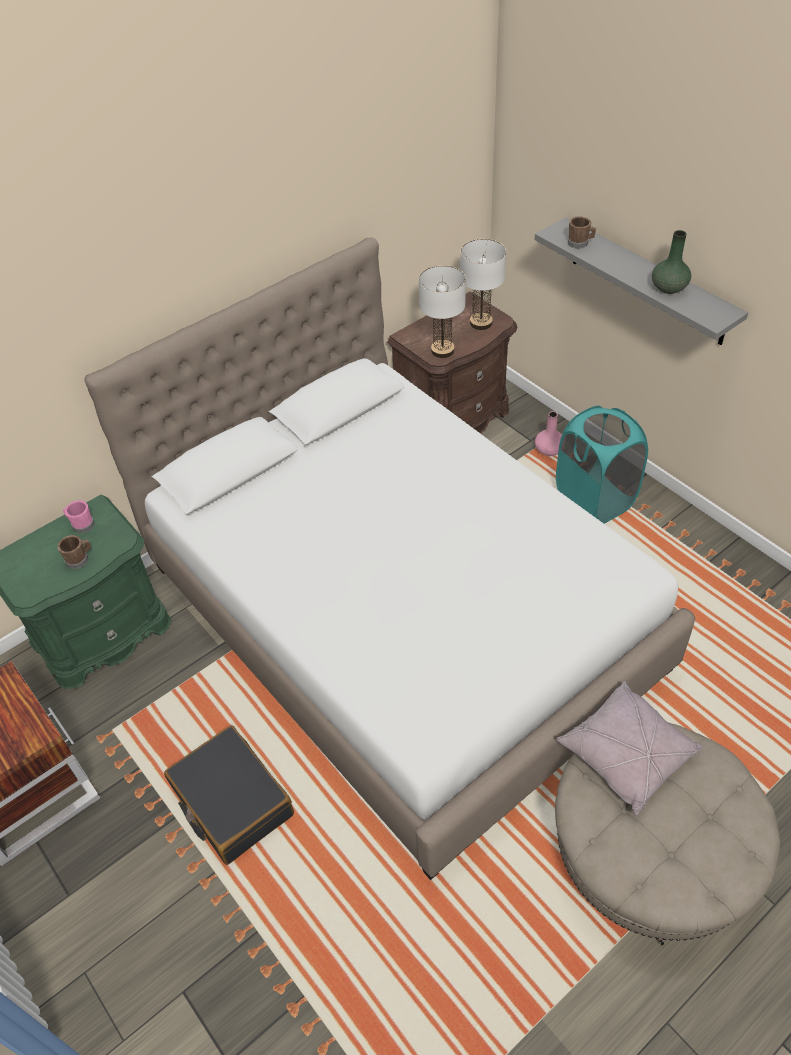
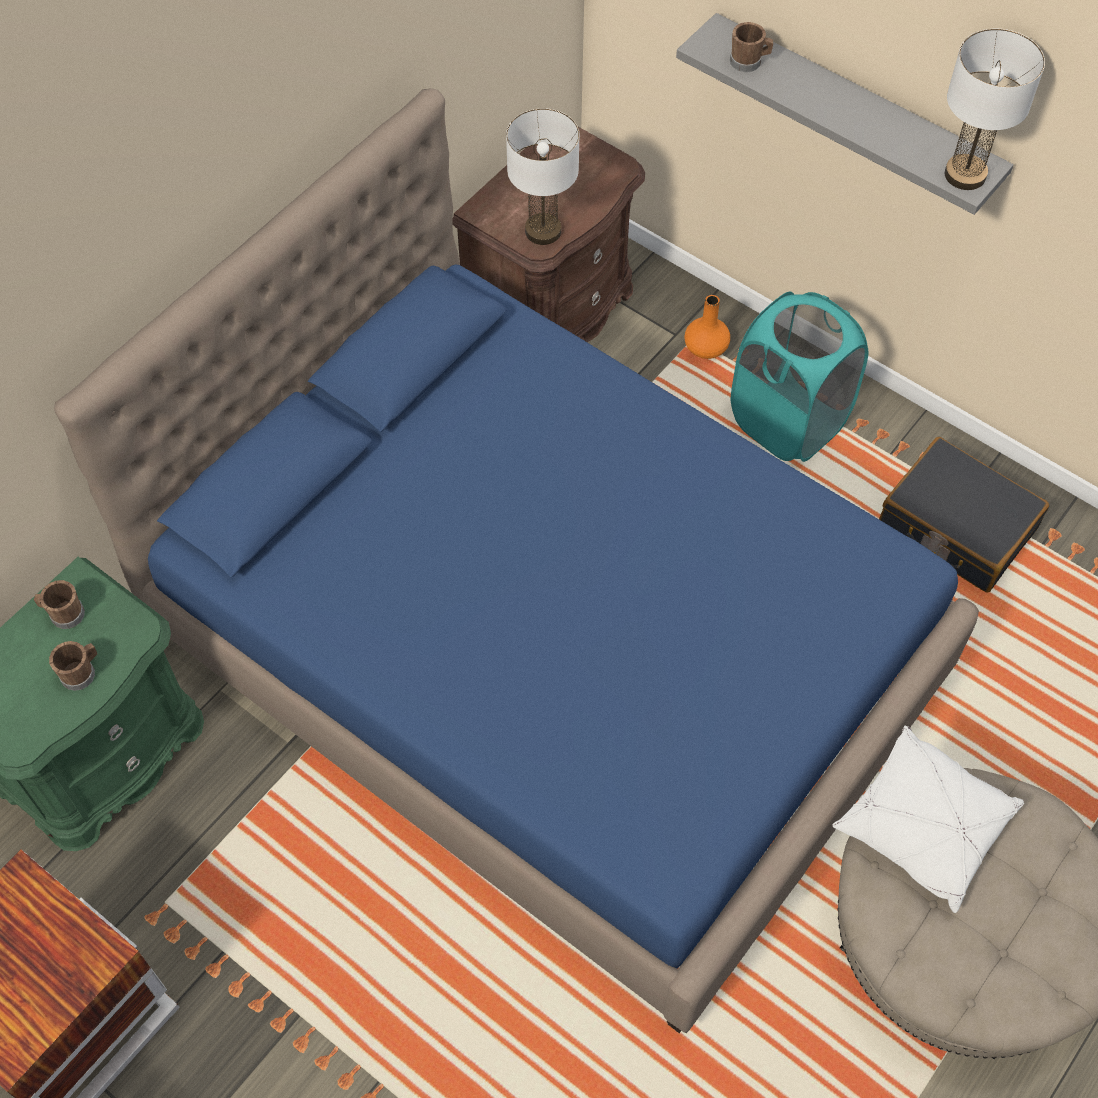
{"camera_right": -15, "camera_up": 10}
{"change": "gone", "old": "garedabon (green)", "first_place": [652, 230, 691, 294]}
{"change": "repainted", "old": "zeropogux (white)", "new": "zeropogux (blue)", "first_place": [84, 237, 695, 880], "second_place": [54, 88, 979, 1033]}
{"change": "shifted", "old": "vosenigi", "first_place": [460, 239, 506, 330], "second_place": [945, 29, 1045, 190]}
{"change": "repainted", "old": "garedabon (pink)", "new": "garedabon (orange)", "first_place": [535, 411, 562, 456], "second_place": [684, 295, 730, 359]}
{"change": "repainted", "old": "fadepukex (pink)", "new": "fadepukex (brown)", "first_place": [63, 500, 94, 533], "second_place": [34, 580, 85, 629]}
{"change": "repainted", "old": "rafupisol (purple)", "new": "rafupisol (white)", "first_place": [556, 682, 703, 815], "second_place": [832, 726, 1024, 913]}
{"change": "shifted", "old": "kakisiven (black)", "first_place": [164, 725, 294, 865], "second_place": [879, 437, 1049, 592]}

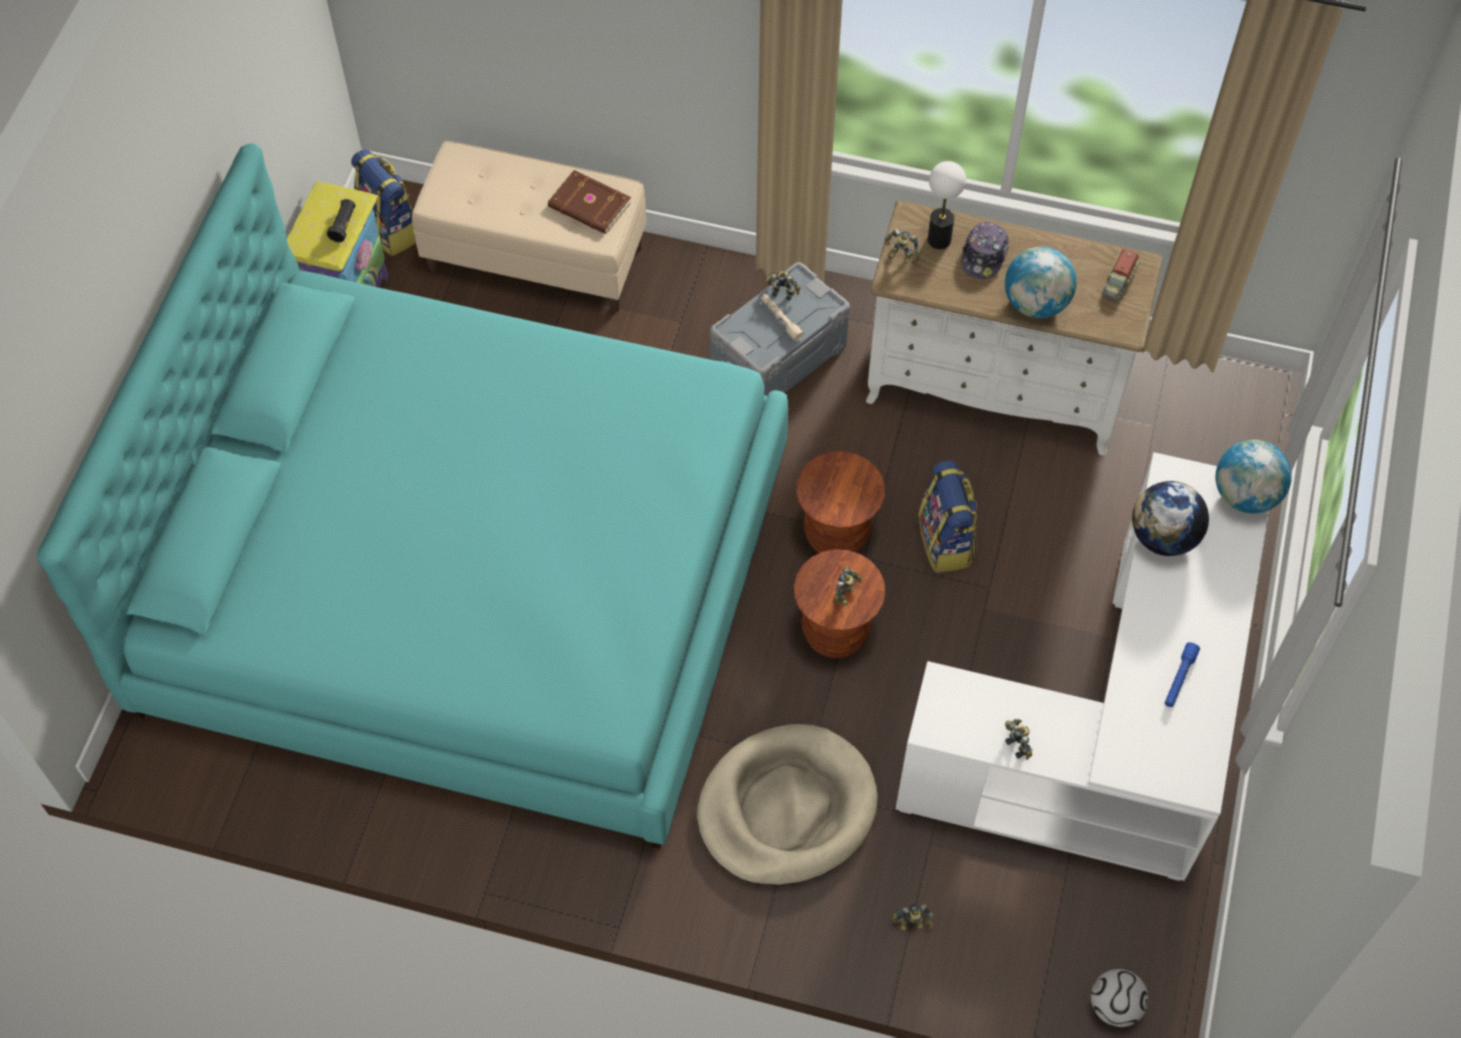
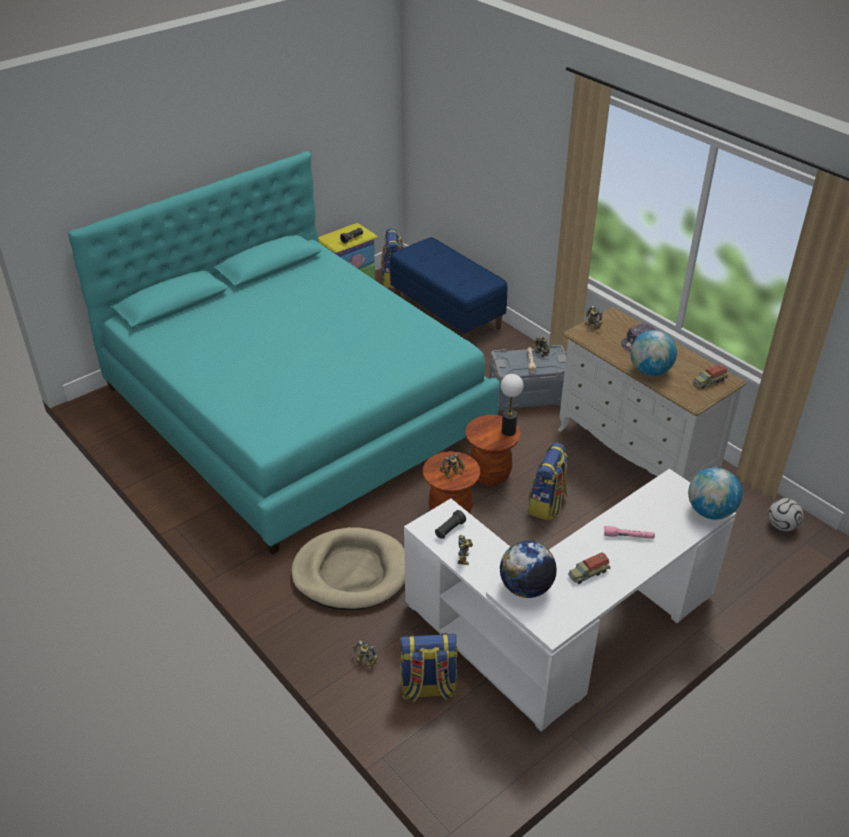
{"camera_right": 35, "camera_up": -20}
{"change": "repainted", "old": "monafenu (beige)", "new": "monafenu (blue)", "first_place": [412, 141, 646, 313], "second_place": [390, 237, 508, 341]}
{"change": "shifted", "old": "vosenigi", "first_place": [928, 161, 966, 249], "second_place": [501, 374, 524, 436]}
{"change": "gone", "old": "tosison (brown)", "first_place": [548, 170, 631, 234]}
{"change": "shifted", "old": "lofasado", "first_place": [1132, 481, 1209, 556], "second_place": [500, 541, 557, 598]}
{"change": "swapped", "old": "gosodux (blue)", "new": "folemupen", "first_place": [1165, 642, 1200, 707], "second_place": [568, 552, 610, 584]}
{"change": "shifted", "old": "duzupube", "first_place": [1091, 969, 1149, 1027], "second_place": [768, 498, 803, 531]}
{"change": "new", "new": "gosodux (black)", "second_place": [435, 510, 466, 539]}
{"change": "new", "new": "gosodux (pink)", "second_place": [604, 526, 655, 539]}
{"change": "new", "new": "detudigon", "second_place": [400, 633, 458, 702]}

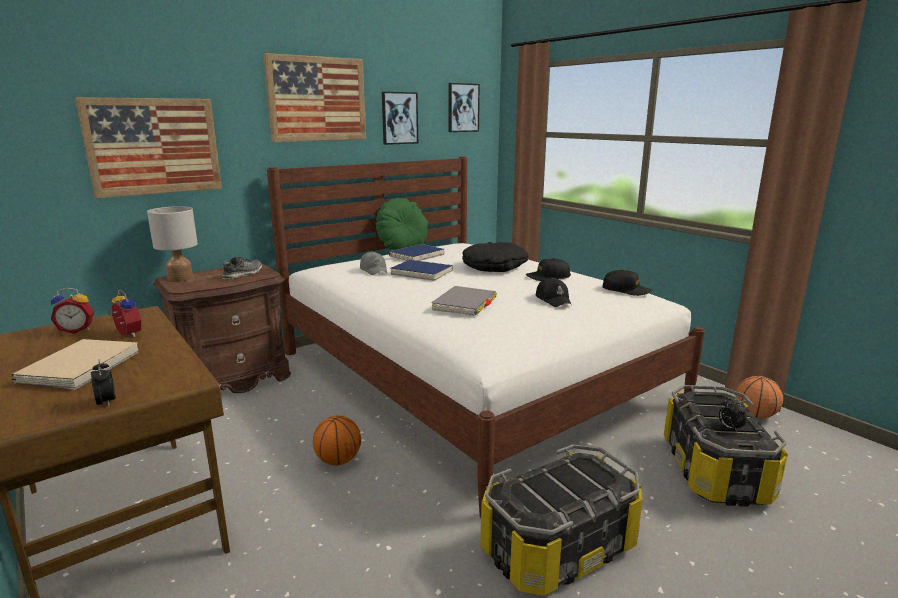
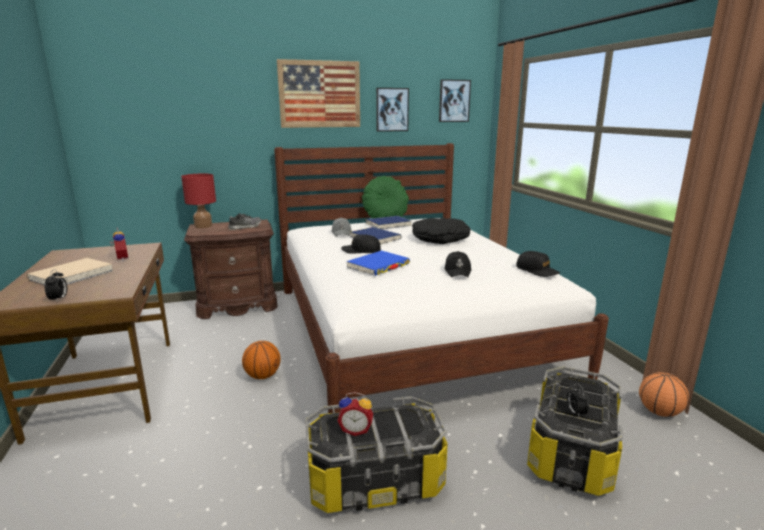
{"camera_right": 20, "camera_up": 0}
{"change": "gone", "old": "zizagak", "first_place": [75, 97, 222, 198]}
{"change": "repainted", "old": "vosenigi (grey)", "new": "vosenigi (red)", "first_place": [147, 206, 198, 282], "second_place": [181, 173, 216, 228]}
{"change": "shifted", "old": "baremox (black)", "first_place": [526, 258, 571, 281], "second_place": [341, 235, 381, 254]}
{"change": "repainted", "old": "tosison (grey)", "new": "tosison (blue)", "first_place": [431, 286, 497, 316], "second_place": [346, 250, 410, 276]}
{"change": "shifted", "old": "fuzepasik", "first_place": [51, 287, 94, 334], "second_place": [337, 392, 373, 436]}

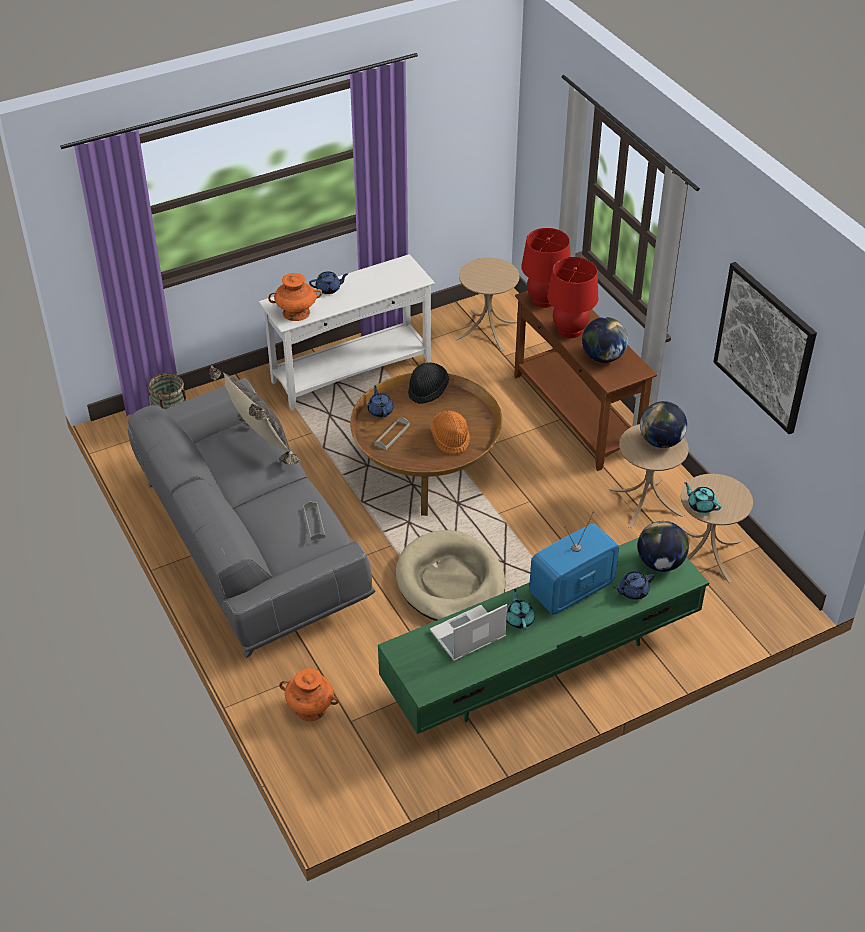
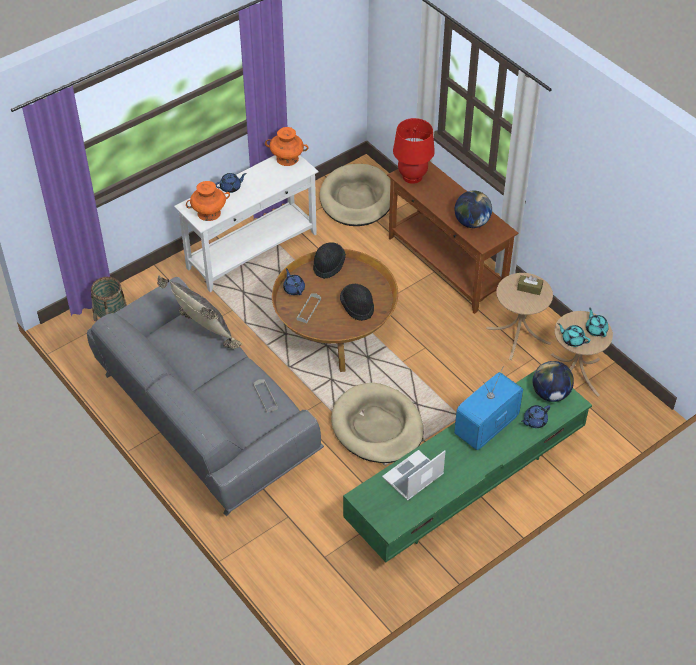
{"camera_right": -10, "camera_up": 5}
{"change": "gone", "old": "vosenigi (red)", "first_place": [547, 257, 598, 338]}
{"change": "swapped", "old": "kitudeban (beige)", "new": "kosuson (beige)", "first_place": [454, 258, 519, 351], "second_place": [320, 164, 391, 226]}
{"change": "gone", "old": "zizagak", "first_place": [713, 262, 817, 434]}
{"change": "swapped", "old": "lofasado", "new": "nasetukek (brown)", "first_place": [640, 401, 687, 448], "second_place": [517, 275, 543, 295]}
{"change": "repainted", "old": "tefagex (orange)", "new": "tefagex (black)", "first_place": [430, 410, 470, 455], "second_place": [340, 284, 374, 321]}
{"change": "shifted", "old": "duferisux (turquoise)", "first_place": [506, 589, 535, 630], "second_place": [586, 307, 609, 337]}
{"change": "shifted", "old": "garedabon (orange)", "first_place": [279, 668, 339, 722], "second_place": [265, 127, 309, 166]}

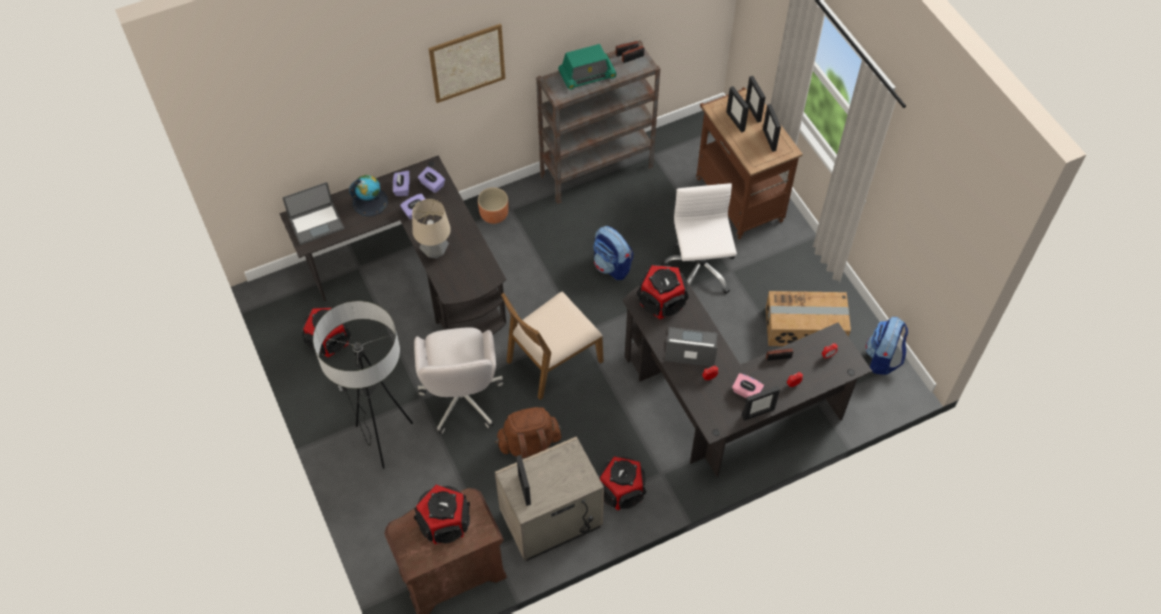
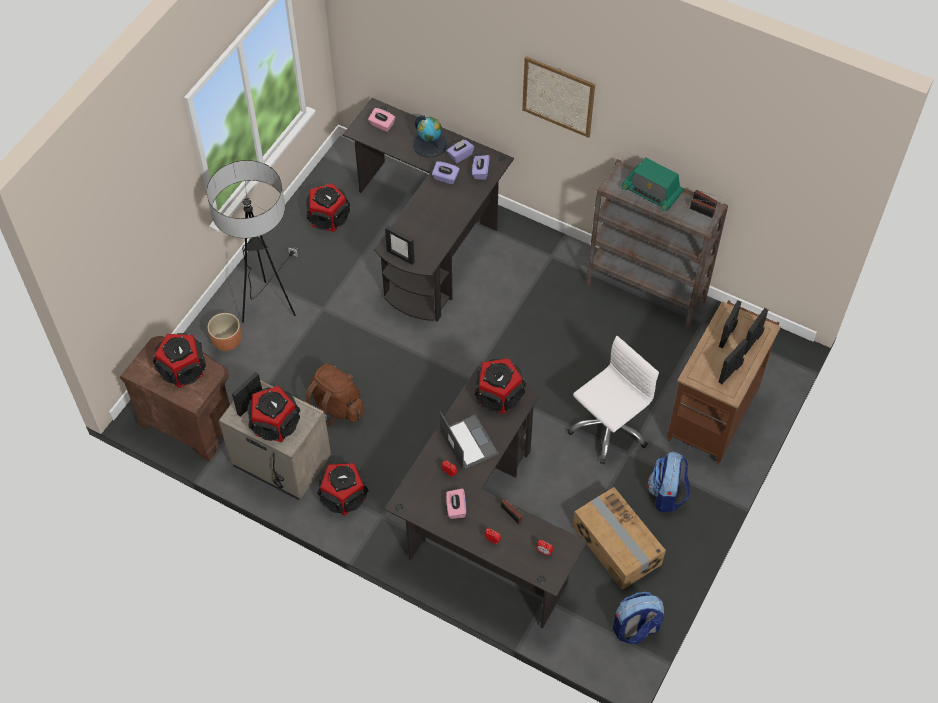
{"camera_right": 55, "camera_up": 0}
{"change": "swapped", "old": "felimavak", "new": "nasetukek (pink)", "first_place": [282, 182, 344, 245], "second_place": [368, 108, 395, 132]}
{"change": "shifted", "old": "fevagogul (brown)", "first_place": [478, 187, 509, 224], "second_place": [207, 313, 242, 351]}
{"change": "gone", "old": "vosenigi", "first_place": [412, 199, 451, 259]}
{"change": "shifted", "old": "detudigon", "first_place": [593, 226, 633, 280], "second_place": [648, 451, 690, 512]}
{"change": "gone", "old": "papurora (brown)", "first_place": [501, 292, 604, 400]}
{"change": "gone", "old": "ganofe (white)", "first_place": [414, 327, 504, 434]}
{"change": "shifted", "old": "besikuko", "first_place": [742, 386, 780, 421], "second_place": [385, 226, 415, 265]}
{"change": "new", "new": "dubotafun", "second_place": [248, 386, 300, 442]}

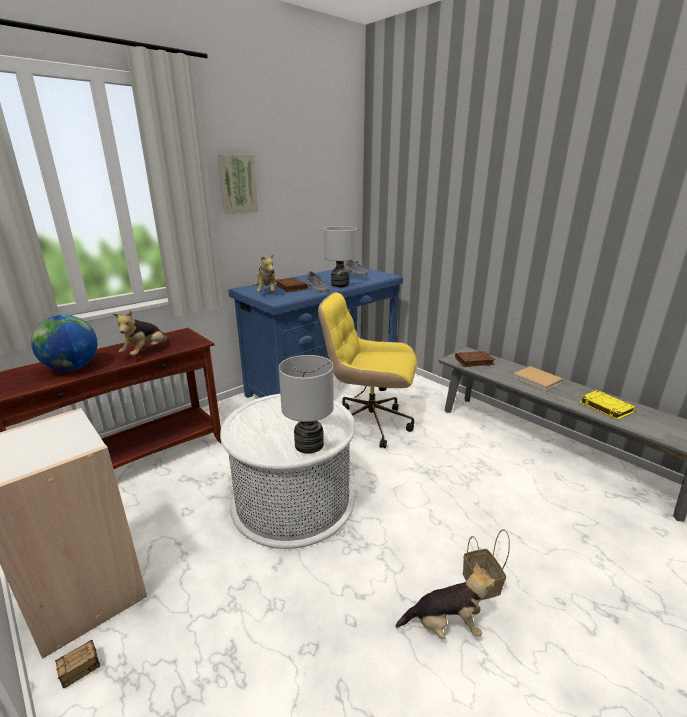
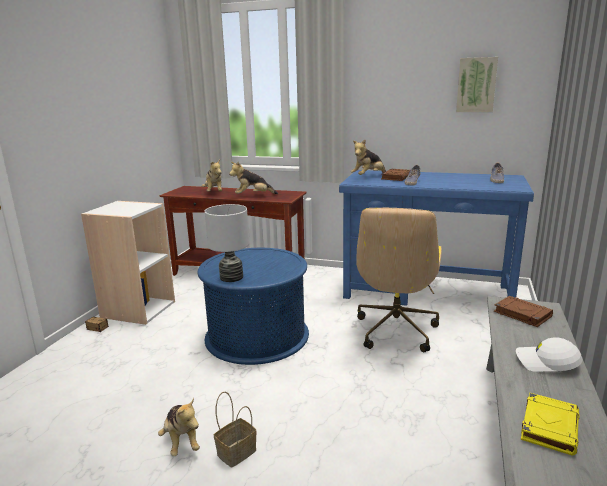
{"camera_right": 60, "camera_up": -5}
{"change": "shifted", "old": "zizagak", "first_place": [218, 154, 258, 214], "second_place": [456, 57, 498, 112]}
{"change": "gone", "old": "vosenigi (grey)", "first_place": [324, 226, 357, 287]}
{"change": "rotated", "old": "ganofe (yellow)", "first_place": [318, 292, 417, 448], "second_place": [356, 208, 442, 353], "degrees": -150}
{"change": "swapped", "old": "lofasado", "new": "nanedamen", "first_place": [31, 315, 98, 371], "second_place": [202, 160, 222, 192]}
{"change": "swapped", "old": "tosison (beige)", "new": "baremox (white)", "first_place": [513, 366, 563, 391], "second_place": [516, 337, 583, 371]}
{"change": "repainted", "old": "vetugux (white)", "new": "vetugux (blue)", "first_place": [220, 394, 355, 549], "second_place": [197, 248, 309, 365]}

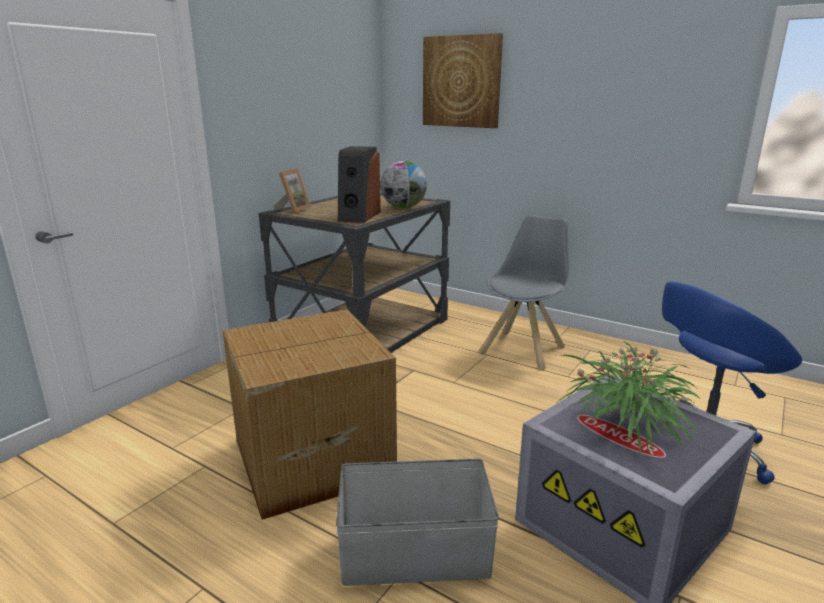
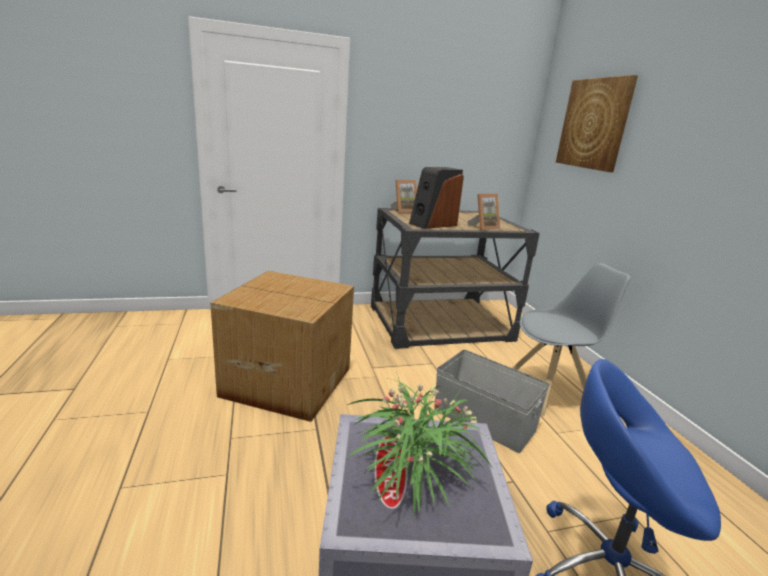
{"camera_right": 40, "camera_up": 0}
{"change": "swapped", "old": "lofasado", "new": "besikuko", "first_place": [381, 161, 427, 208], "second_place": [468, 194, 501, 231]}
{"change": "shifted", "old": "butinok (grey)", "first_place": [336, 459, 499, 586], "second_place": [434, 350, 550, 453]}

